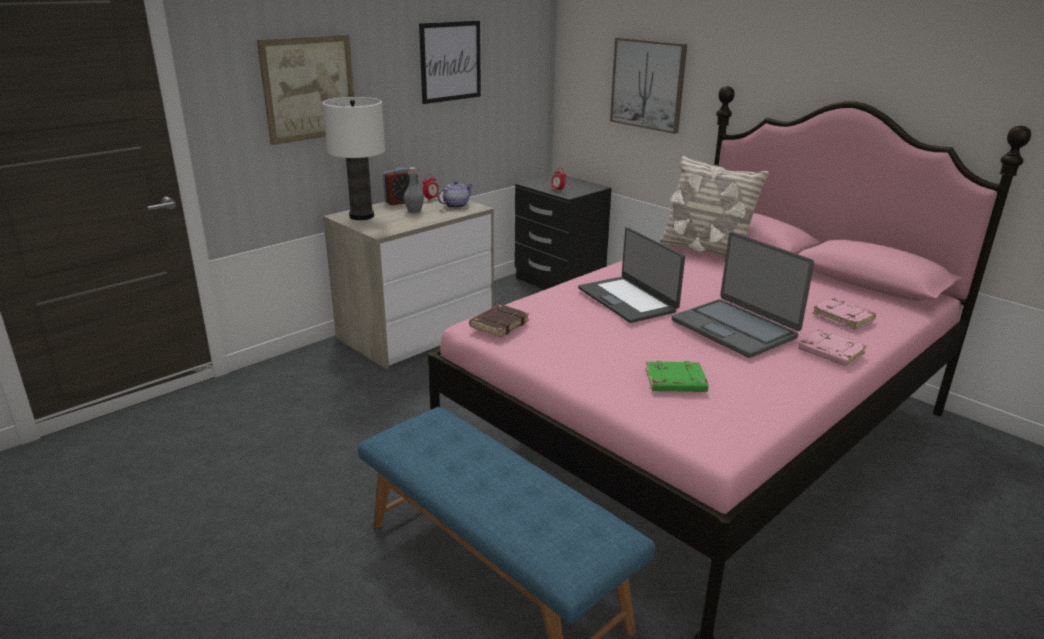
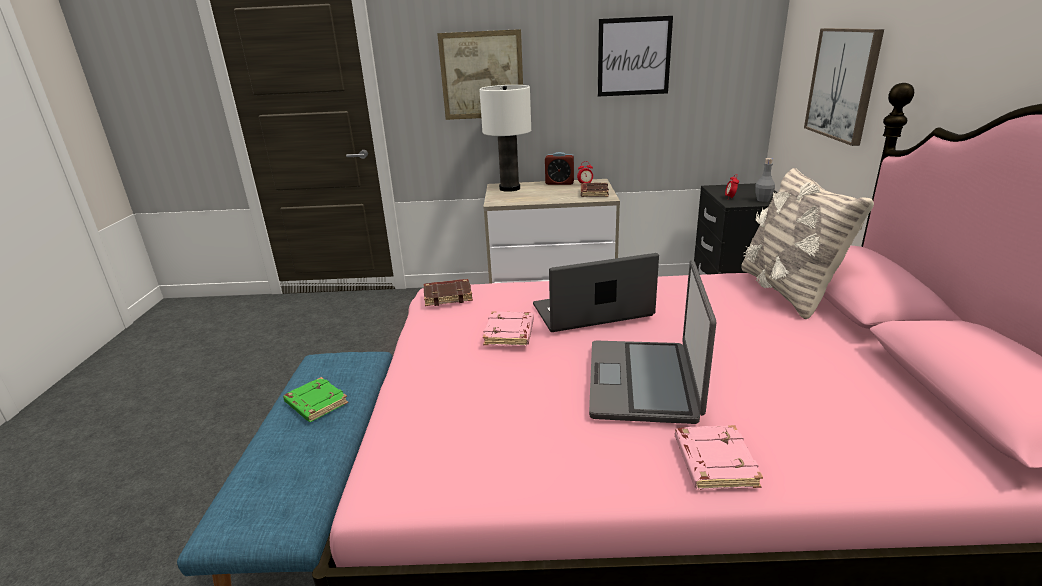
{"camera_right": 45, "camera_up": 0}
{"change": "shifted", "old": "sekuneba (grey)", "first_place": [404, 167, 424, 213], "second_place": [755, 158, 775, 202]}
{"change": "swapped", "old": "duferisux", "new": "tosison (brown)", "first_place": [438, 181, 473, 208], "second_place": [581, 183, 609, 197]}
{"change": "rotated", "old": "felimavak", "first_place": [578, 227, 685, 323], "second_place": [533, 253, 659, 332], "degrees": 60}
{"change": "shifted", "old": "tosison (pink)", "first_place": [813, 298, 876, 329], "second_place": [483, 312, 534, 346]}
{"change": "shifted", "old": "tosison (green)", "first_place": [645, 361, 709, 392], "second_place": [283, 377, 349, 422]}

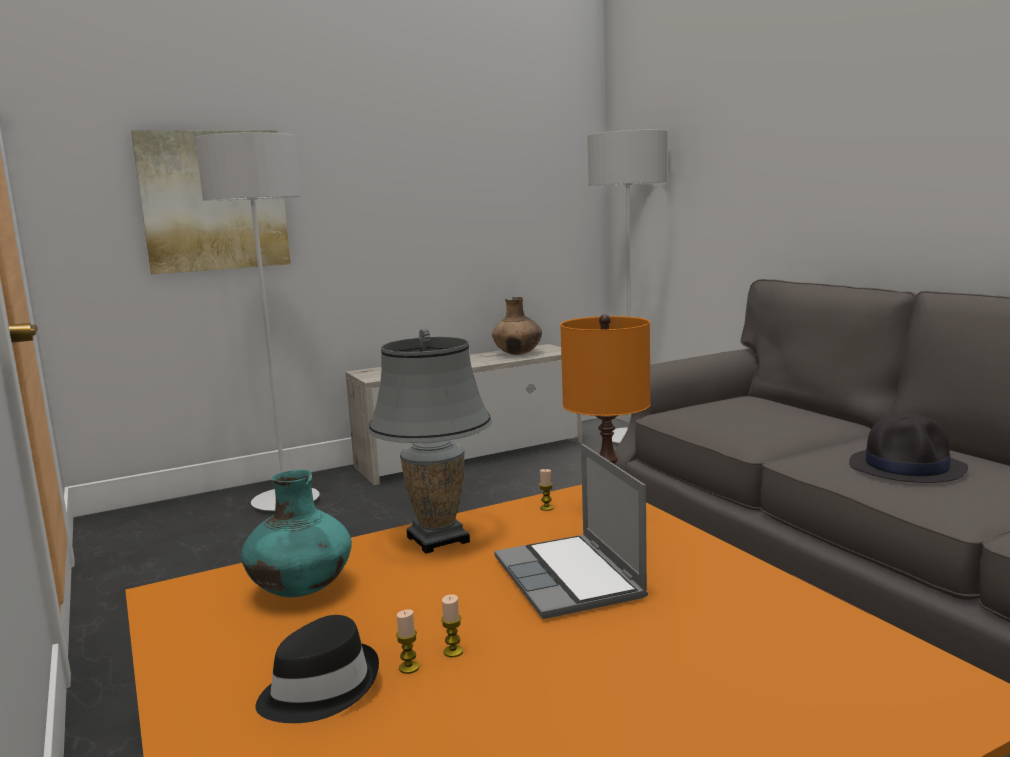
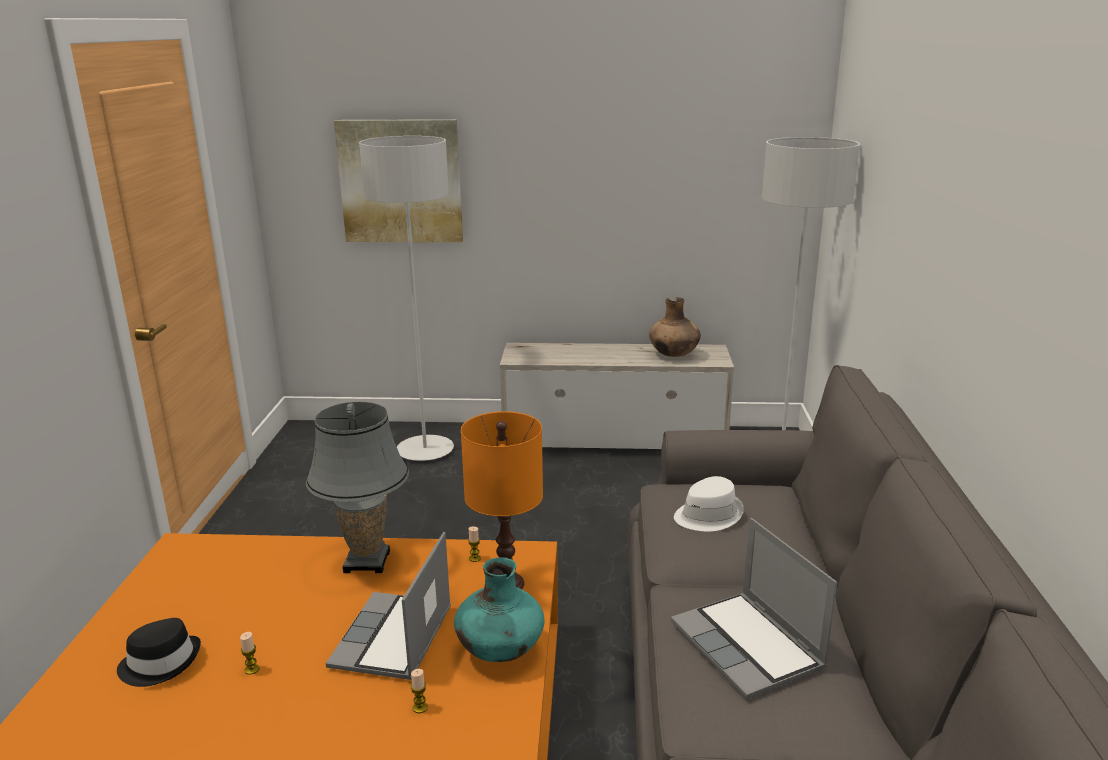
{"camera_right": 30, "camera_up": 10}
{"change": "swapped", "old": "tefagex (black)", "new": "felimavak", "first_place": [849, 414, 968, 483], "second_place": [671, 518, 837, 699]}
{"change": "shifted", "old": "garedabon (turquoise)", "first_place": [241, 470, 352, 597], "second_place": [454, 557, 545, 662]}
{"change": "shifted", "old": "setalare", "first_place": [396, 609, 419, 674], "second_place": [410, 669, 428, 713]}
{"change": "new", "new": "tefagex (white)", "second_place": [674, 476, 744, 531]}

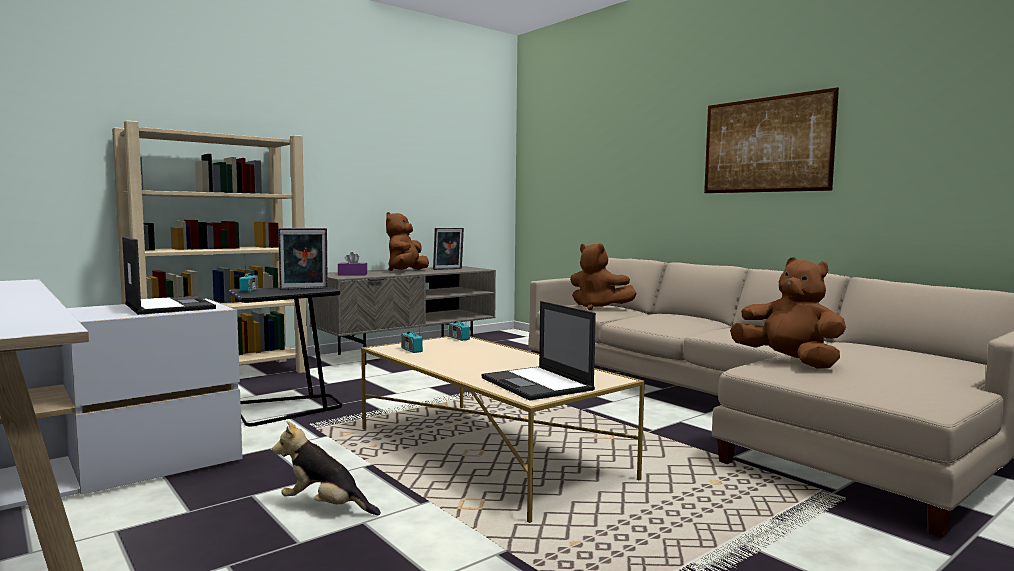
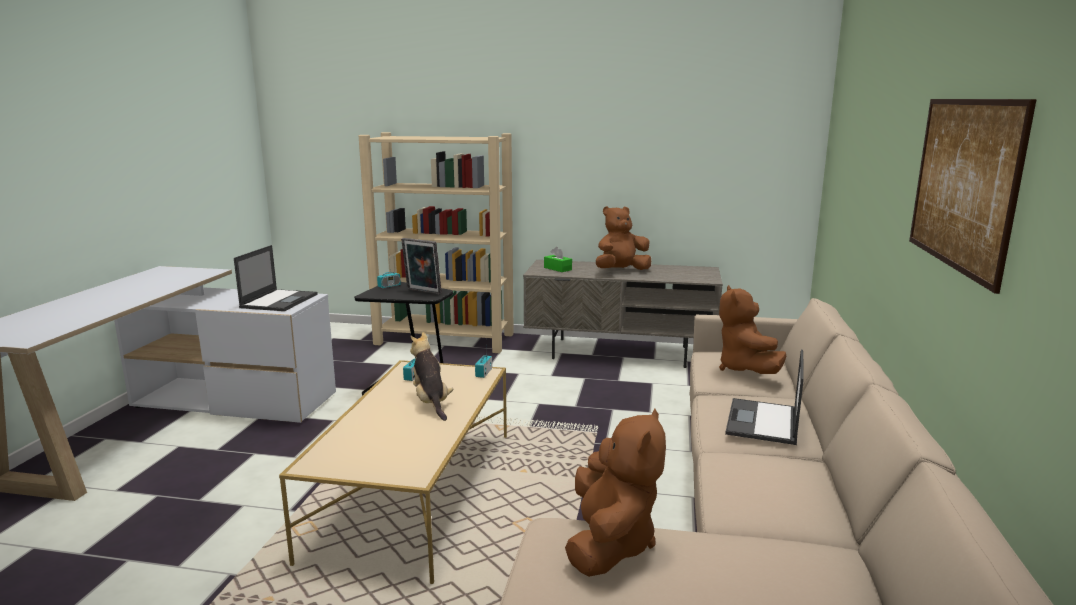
{"camera_right": 50, "camera_up": 10}
{"change": "gone", "old": "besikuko", "first_place": [433, 228, 464, 270]}
{"change": "repainted", "old": "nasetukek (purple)", "new": "nasetukek (green)", "first_place": [338, 252, 367, 276], "second_place": [544, 247, 572, 272]}
{"change": "shifted", "old": "felimavak", "first_place": [482, 301, 596, 401], "second_place": [725, 349, 804, 445]}
{"change": "shifted", "old": "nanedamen", "first_place": [272, 421, 381, 515], "second_place": [410, 332, 454, 421]}

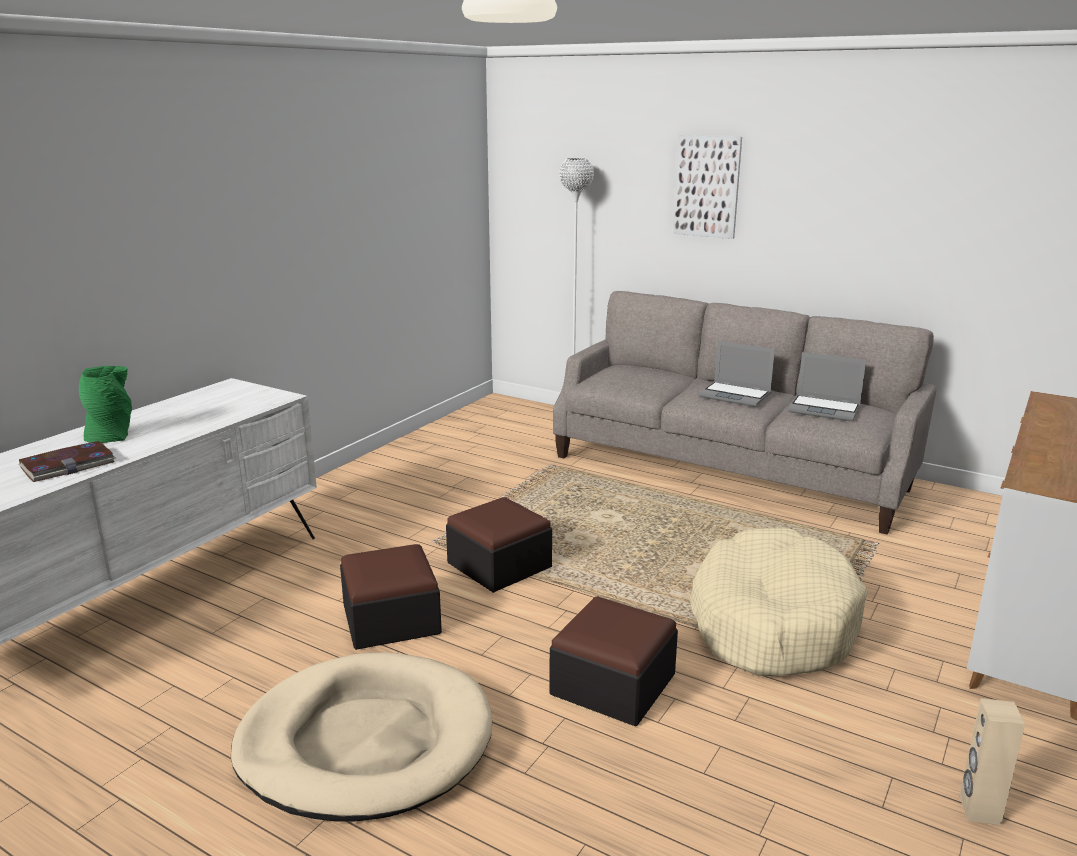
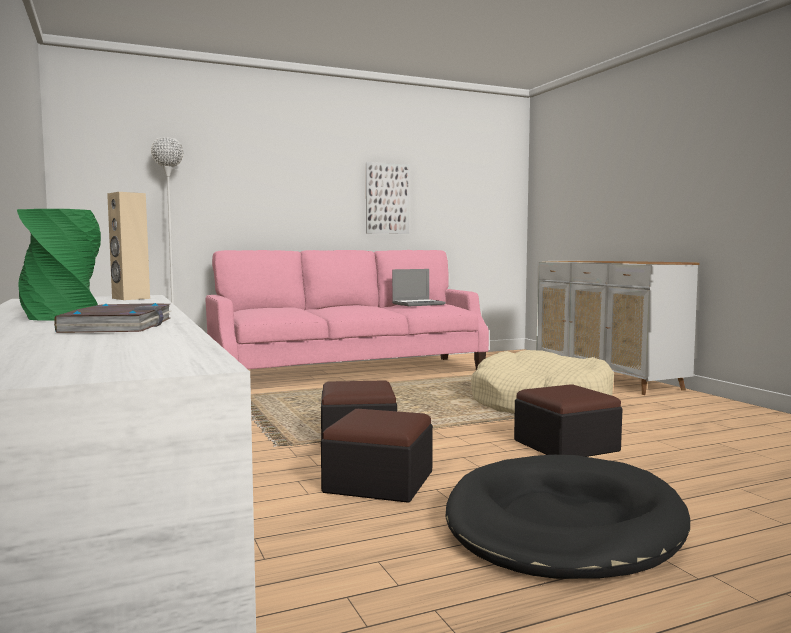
{"camera_right": -55, "camera_up": -15}
{"change": "shifted", "old": "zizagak", "first_place": [673, 135, 742, 239], "second_place": [366, 162, 409, 234]}
{"change": "repainted", "old": "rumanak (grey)", "new": "rumanak (pink)", "first_place": [553, 291, 936, 534], "second_place": [206, 250, 489, 370]}
{"change": "gone", "old": "felimavak", "first_place": [698, 341, 775, 407]}
{"change": "repainted", "old": "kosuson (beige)", "new": "kosuson (black)", "first_place": [231, 652, 492, 822], "second_place": [445, 455, 690, 579]}
{"change": "shifted", "old": "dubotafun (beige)", "first_place": [959, 698, 1025, 825], "second_place": [107, 192, 150, 300]}

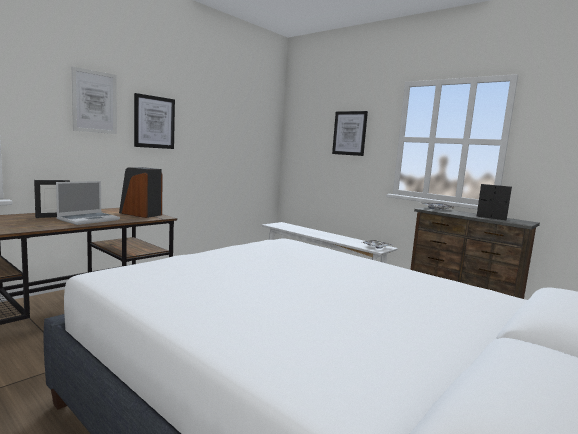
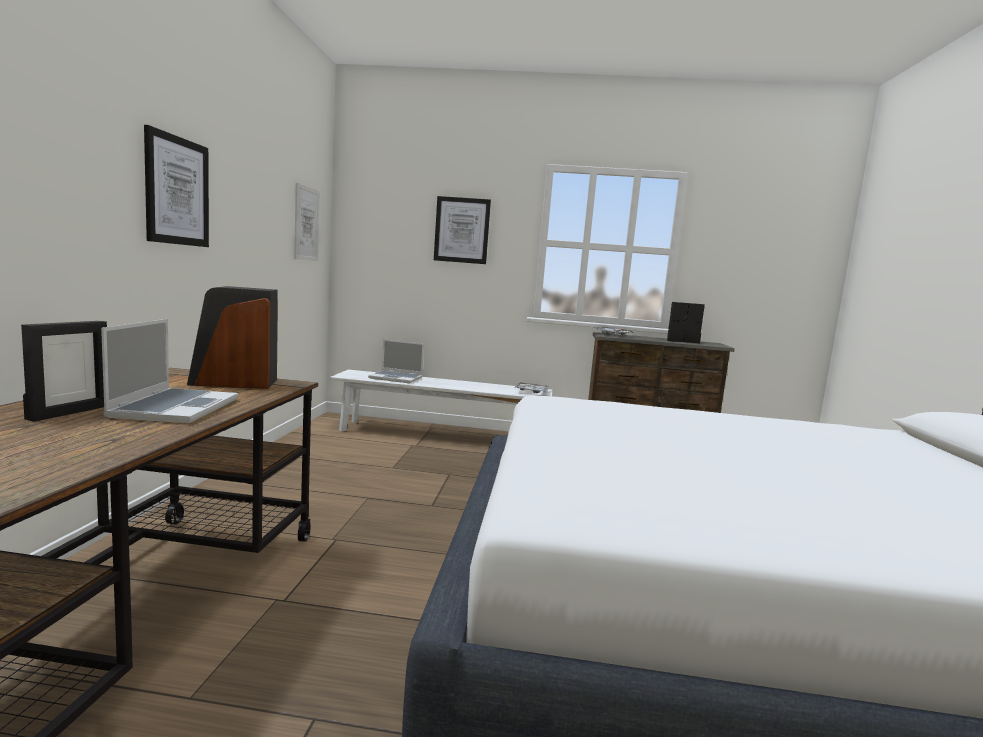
{"camera_right": -35, "camera_up": 0}
{"change": "shifted", "old": "zizagak", "first_place": [72, 66, 117, 134], "second_place": [294, 183, 320, 261]}
{"change": "new", "new": "felimavak", "second_place": [368, 339, 424, 383]}

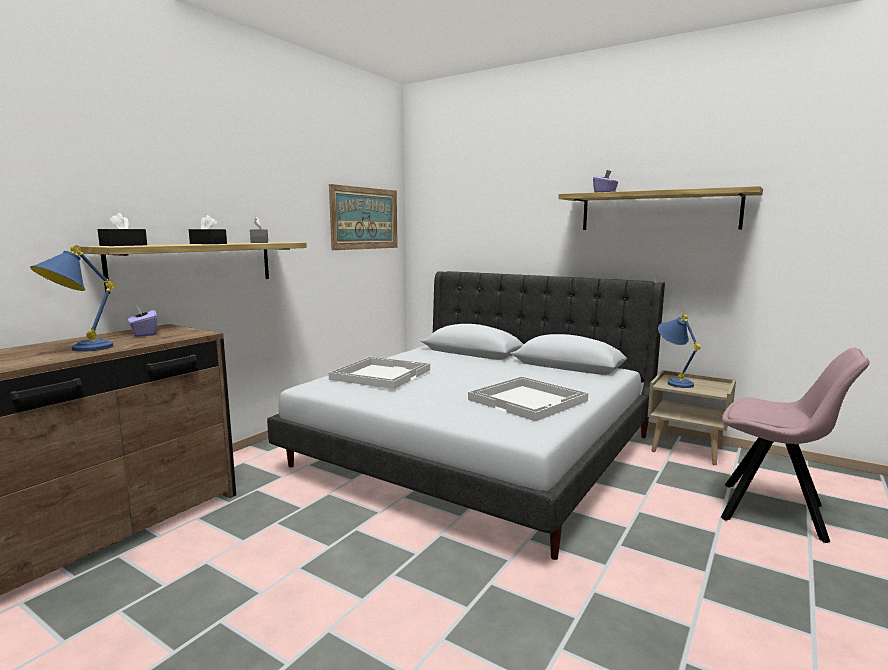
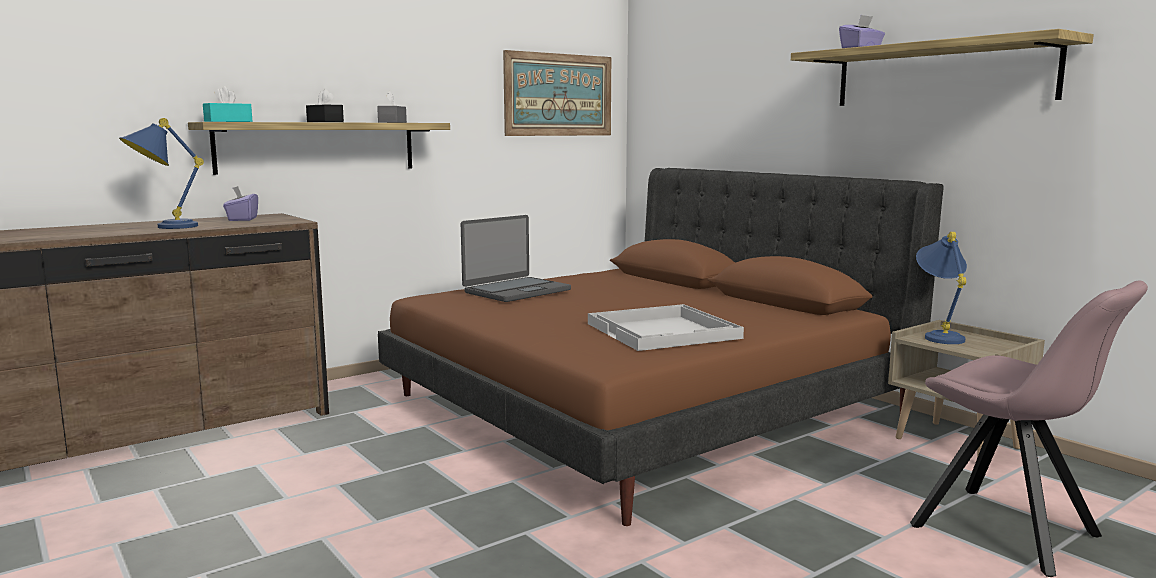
{"camera_right": 20, "camera_up": 0}
{"change": "repainted", "old": "nasetukek (black)", "new": "nasetukek (turquoise)", "first_place": [98, 213, 147, 246], "second_place": [203, 86, 252, 122]}
{"change": "repainted", "old": "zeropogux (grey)", "new": "zeropogux (brown)", "first_place": [267, 271, 665, 560], "second_place": [378, 168, 944, 526]}
{"change": "swapped", "old": "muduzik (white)", "new": "felimavak", "first_place": [329, 357, 430, 389], "second_place": [461, 215, 571, 302]}

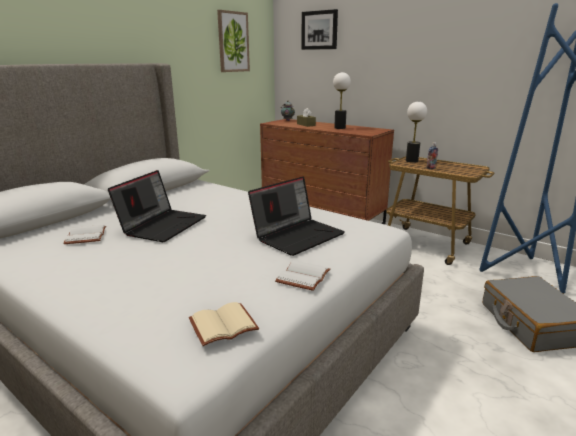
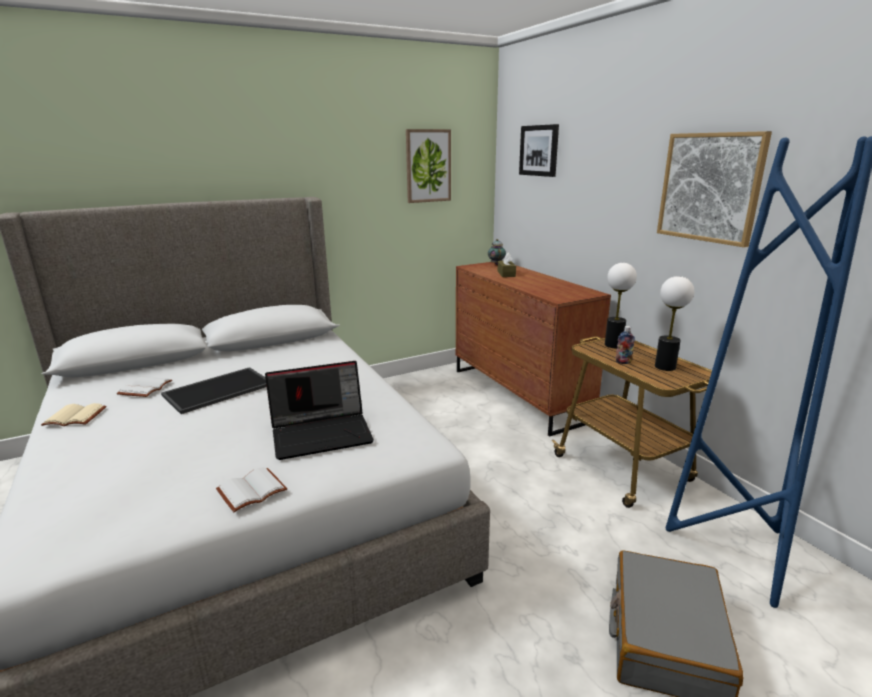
{"camera_right": 25, "camera_up": 0}
{"change": "shifted", "old": "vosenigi", "first_place": [333, 72, 351, 129], "second_place": [655, 276, 694, 371]}
{"change": "swapped", "old": "felimavak", "new": "muduzik", "first_place": [108, 170, 206, 242], "second_place": [161, 367, 267, 414]}
{"change": "shifted", "old": "tosison (beige)", "first_place": [189, 302, 259, 346], "second_place": [41, 403, 106, 426]}
{"change": "new", "new": "zizagak", "second_place": [657, 131, 772, 247]}

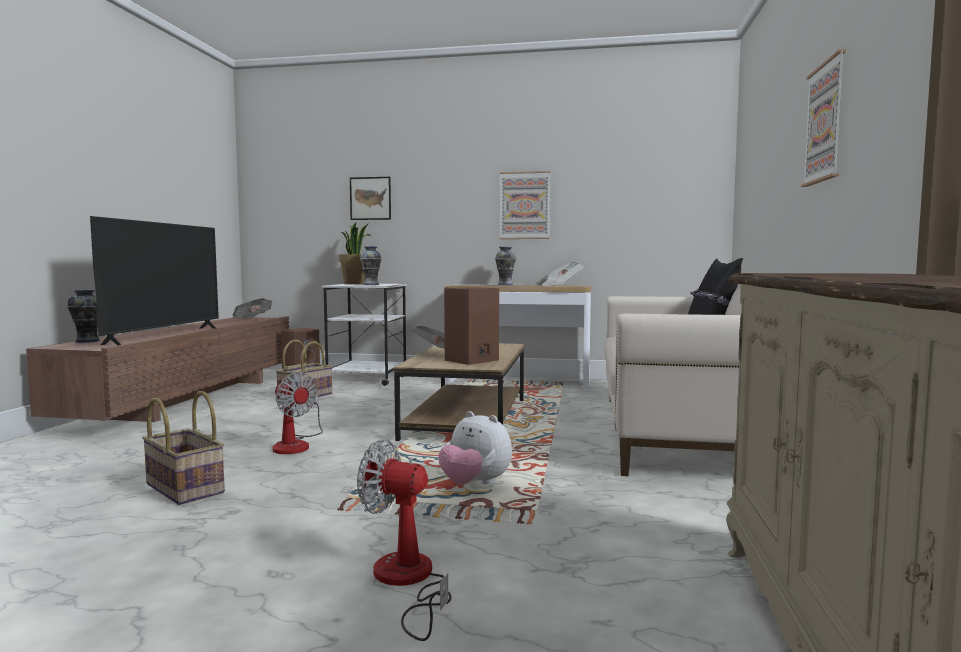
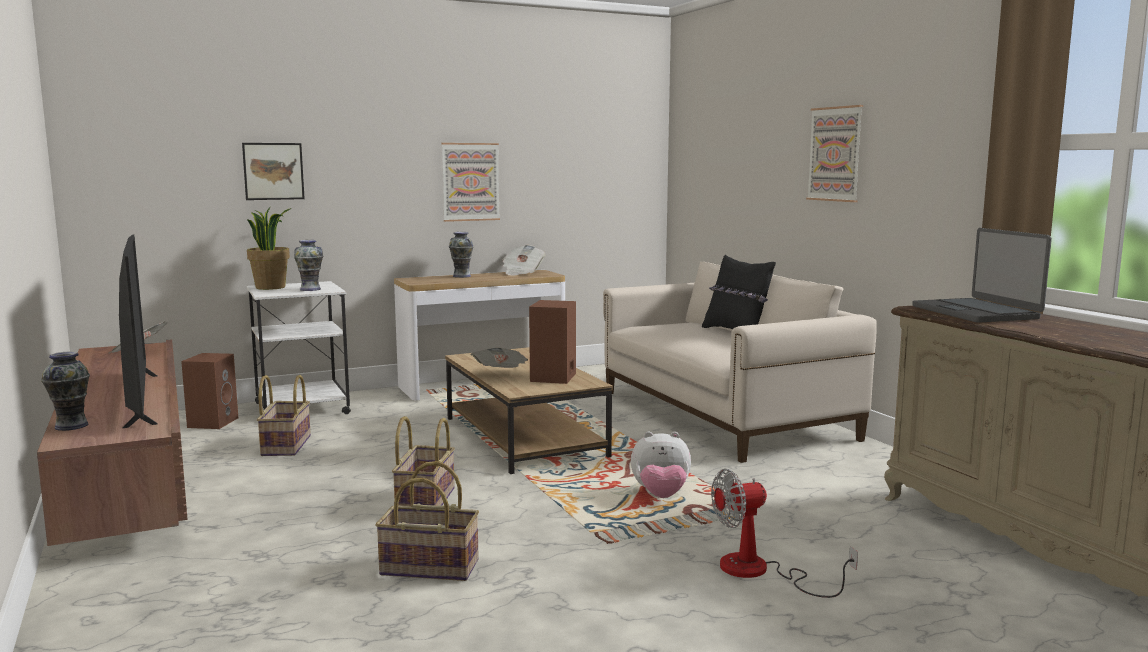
{"camera_right": -35, "camera_up": 5}
{"change": "swapped", "old": "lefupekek", "new": "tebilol", "first_place": [272, 372, 323, 454], "second_place": [392, 416, 455, 506]}
{"change": "new", "new": "felimavak", "second_place": [912, 228, 1052, 323]}

